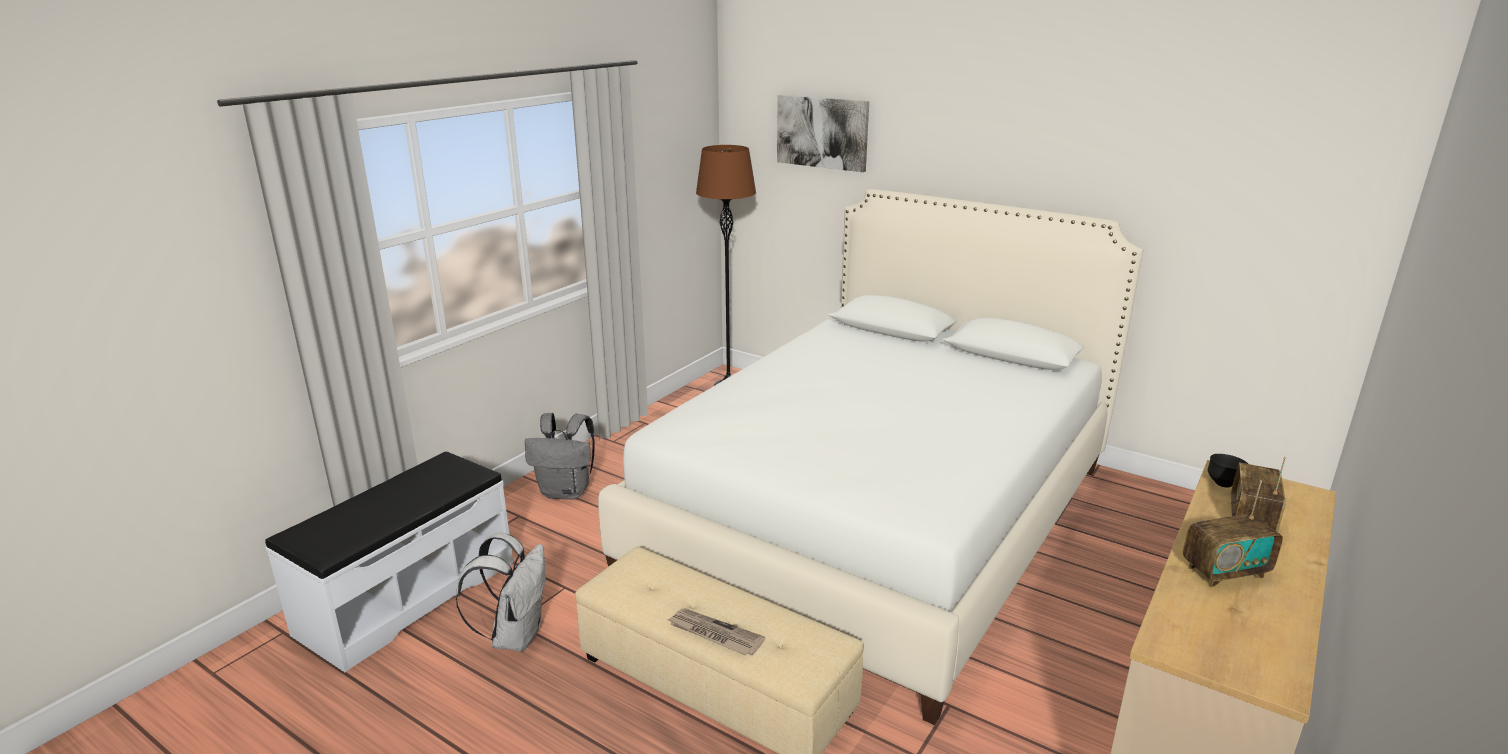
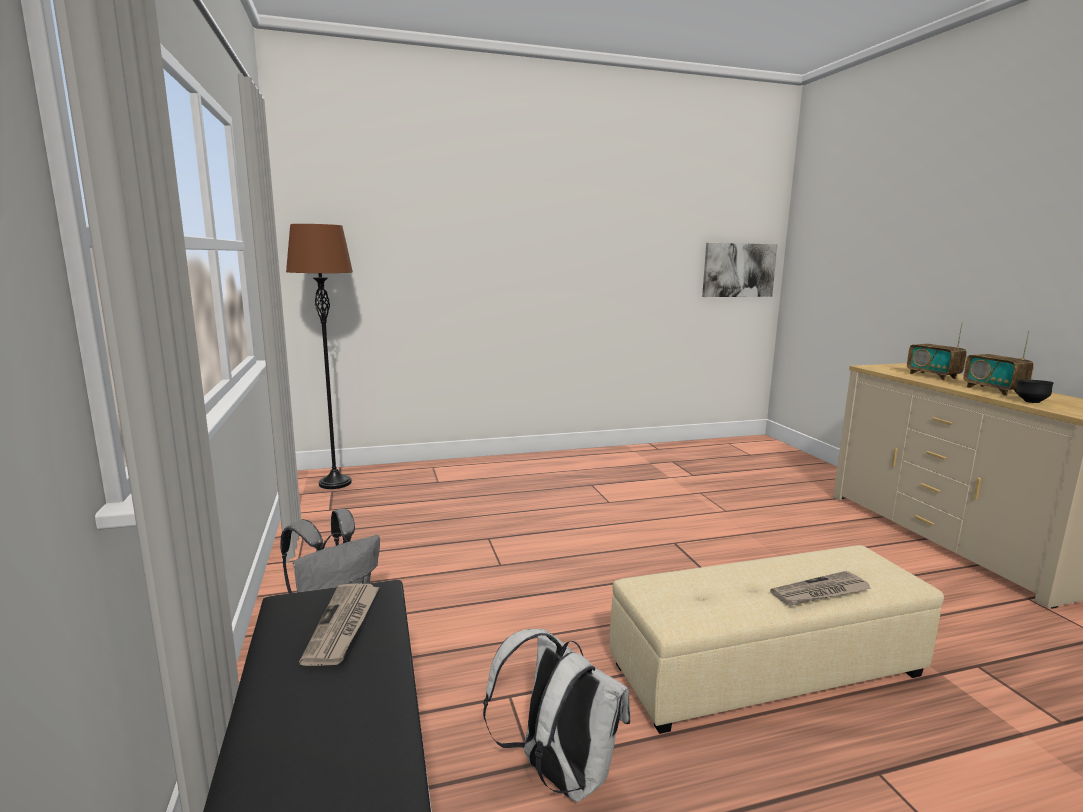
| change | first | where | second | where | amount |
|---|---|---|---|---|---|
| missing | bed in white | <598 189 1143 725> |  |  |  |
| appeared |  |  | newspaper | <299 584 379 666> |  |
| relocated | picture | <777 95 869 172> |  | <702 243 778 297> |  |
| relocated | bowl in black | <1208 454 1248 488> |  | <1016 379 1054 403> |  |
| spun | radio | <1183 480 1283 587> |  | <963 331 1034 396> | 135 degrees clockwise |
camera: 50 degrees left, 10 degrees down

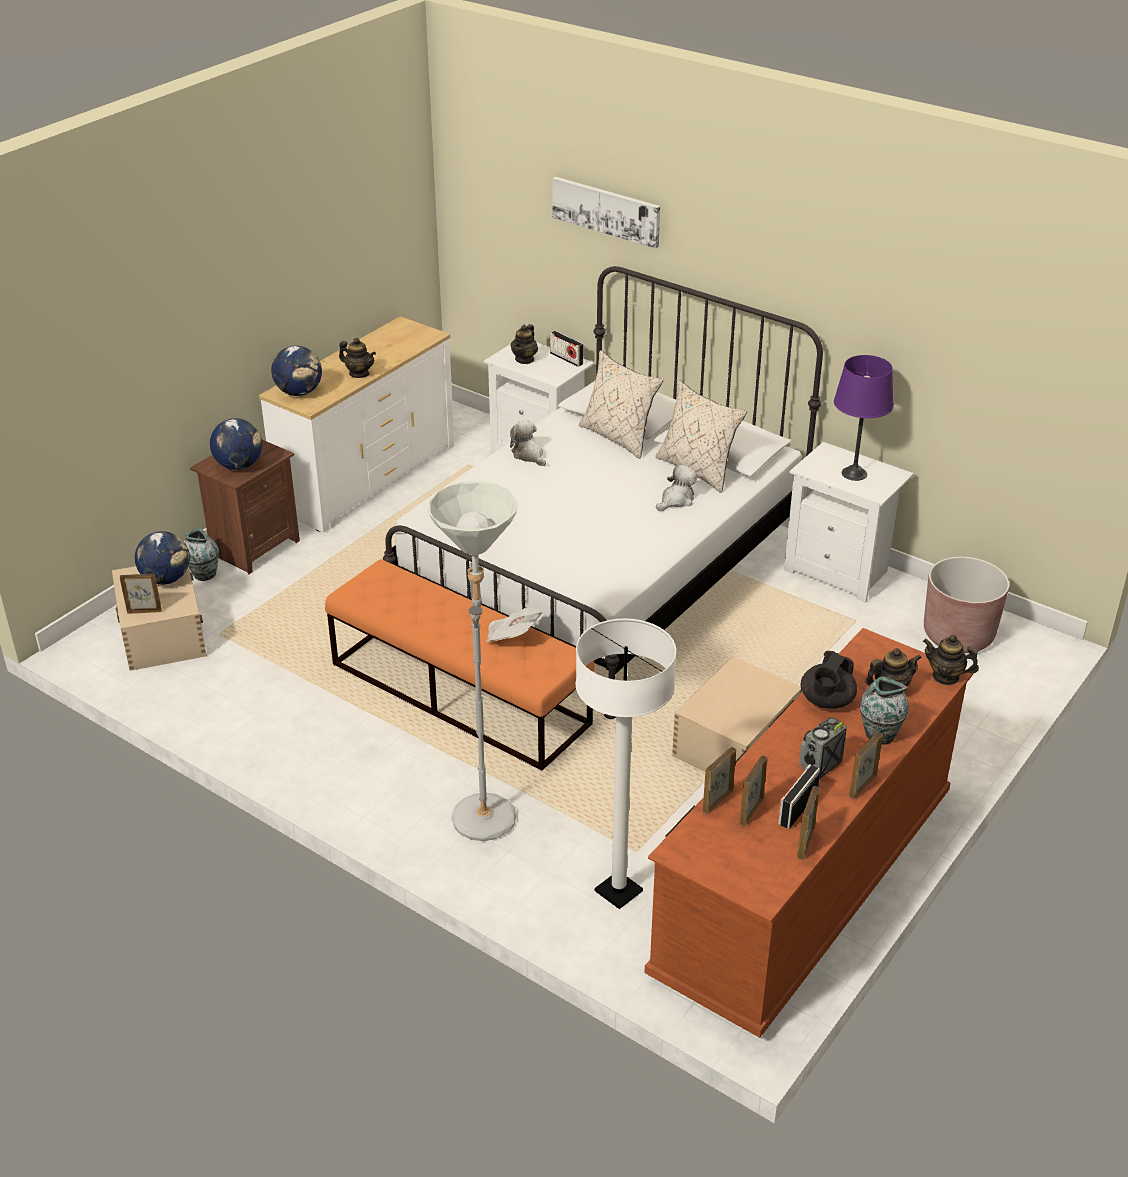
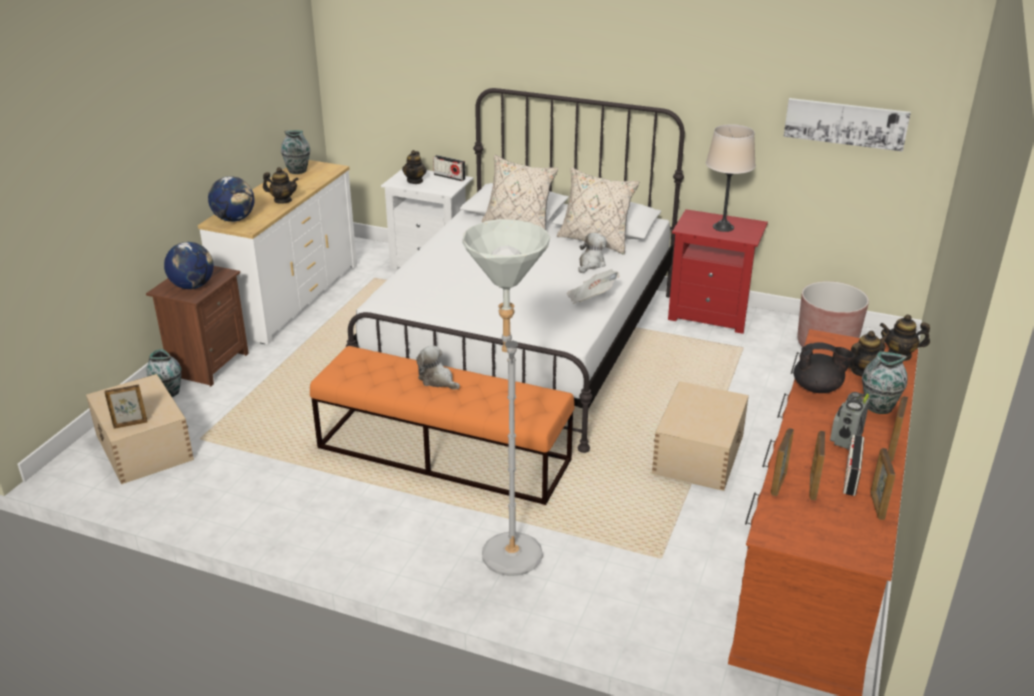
| change | first | where | second | where | amount |
|---|---|---|---|---|---|
| missing | globe | <135 531 190 585> |  |  |  |
| missing | floor lamp in white | <575 618 676 909> |  |  |  |
| appeared |  |  | vase | <281 130 310 174> |  |
| relocated | newspaper | <486 605 543 642> |  | <567 269 619 304> |  |
| relocated | plush toy | <510 421 546 466> |  | <416 345 460 390> |  |
| relocated | picture | <552 177 660 249> |  | <784 98 911 152> |  |
| colour | nightstand in white | <784 442 914 603> | nightstand in red | <668 209 768 334> |  |
| colour | table lamp in purple | <834 355 894 481> | table lamp in beige | <706 124 756 232> |  |
| spun | teapot in black | <801 651 857 709> |  | <794 342 855 393> | 90 degrees counterclockwise |
camera: 15 degrees left, 5 degrees down

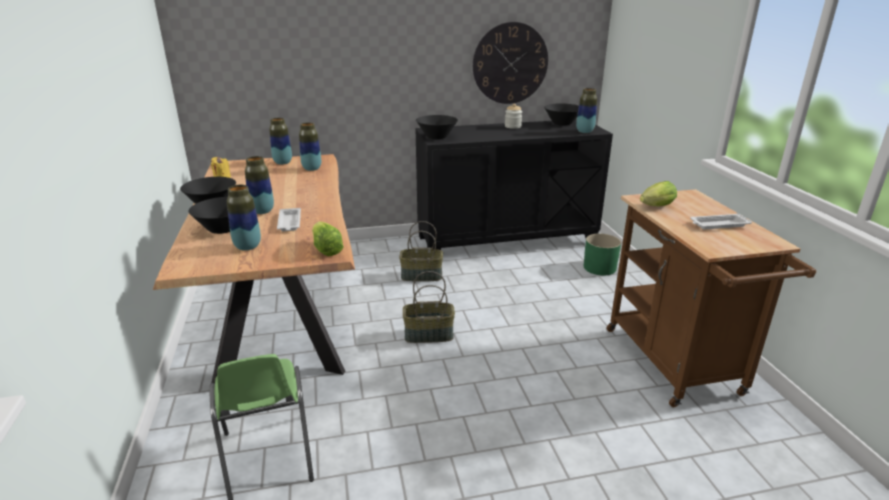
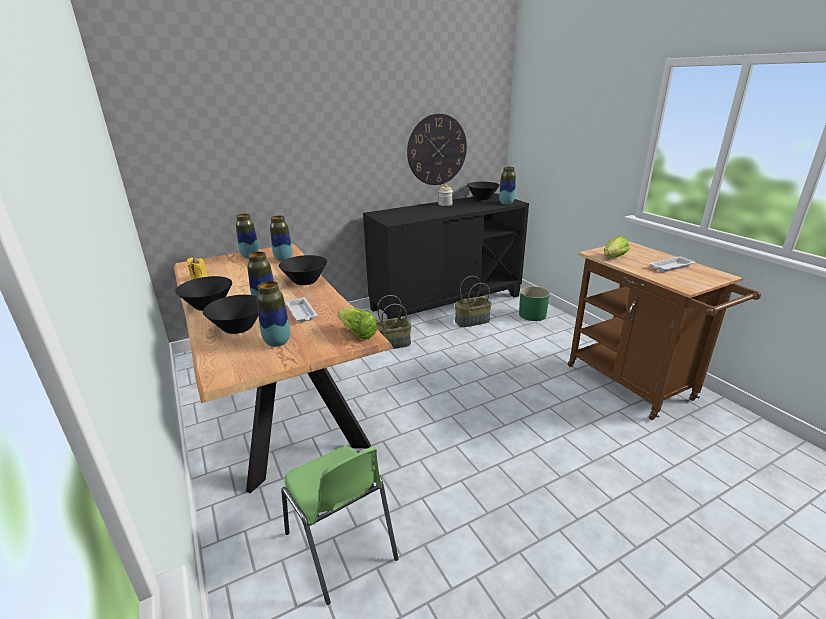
| change | first | where | second | where | amount |
|---|---|---|---|---|---|
| relocated | basket | <403 271 455 343> |  | <455 276 492 327> |  |
| relocated | bowl in black | <416 115 458 139> |  | <279 255 327 285> |  |
camera: 15 degrees left, 0 degrees up

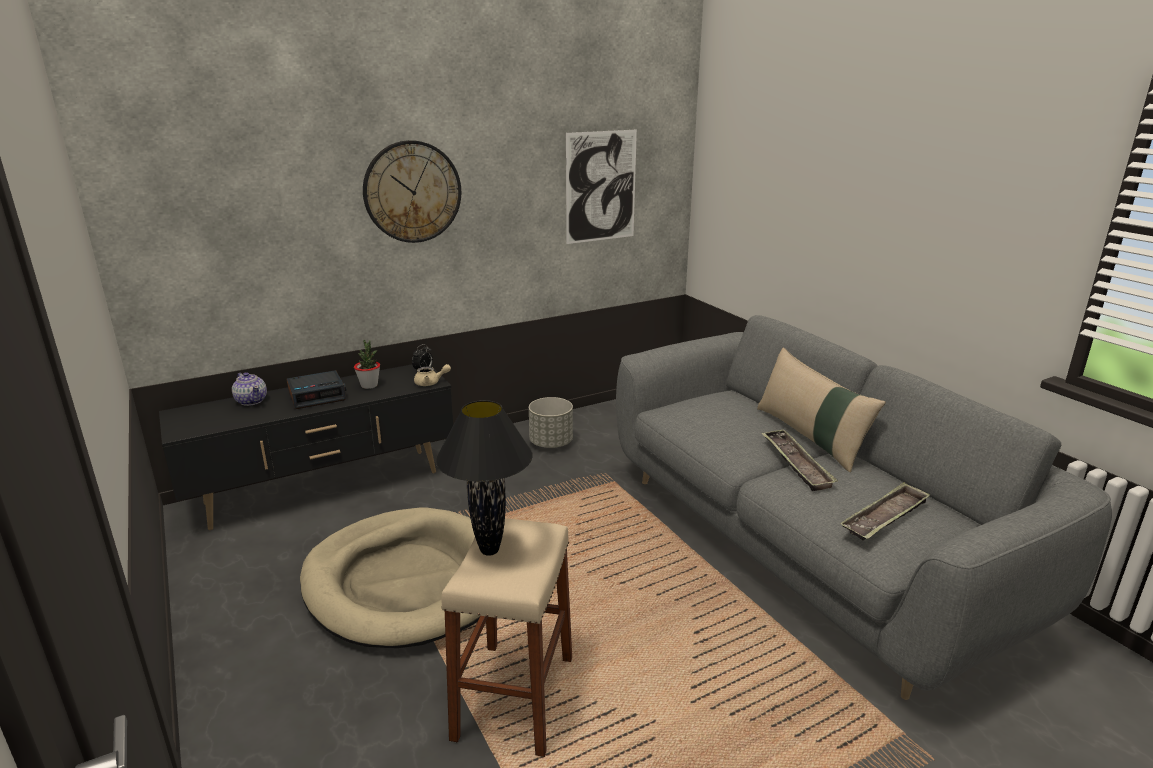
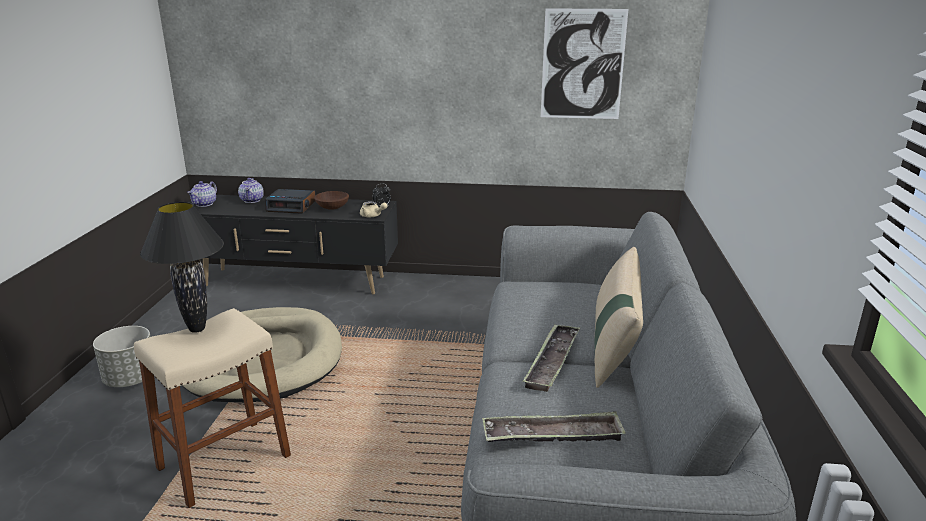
| change | first | where | second | where | amount |
|---|---|---|---|---|---|
| missing | wall clock | <363 140 461 243> |  |  |  |
| appeared |  |  | teapot | <187 181 217 207> |  |
| relocated | planter in grey | <529 397 573 448> |  | <93 326 151 387> |  |
| exchanged | potted plant | <354 340 380 389> | bowl in brown | <314 191 349 210> |  |
camera: 35 degrees right, 0 degrees up

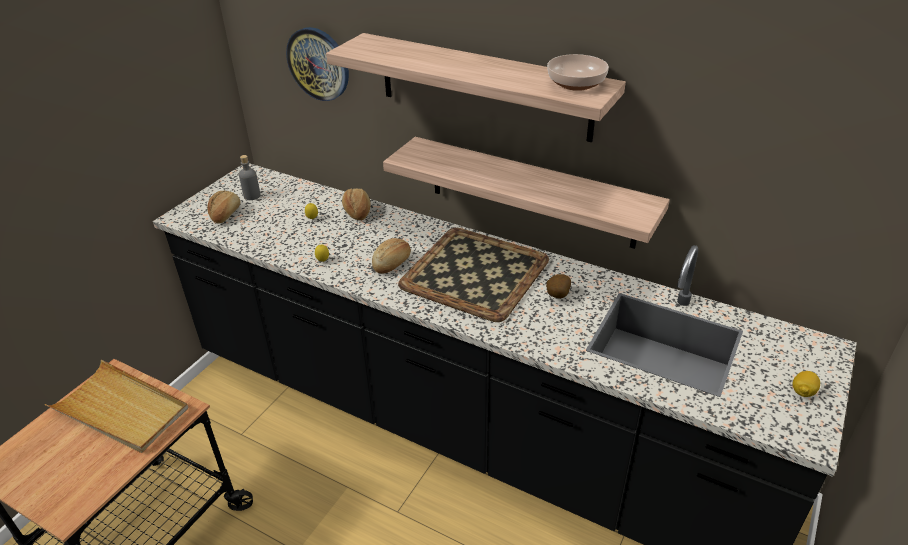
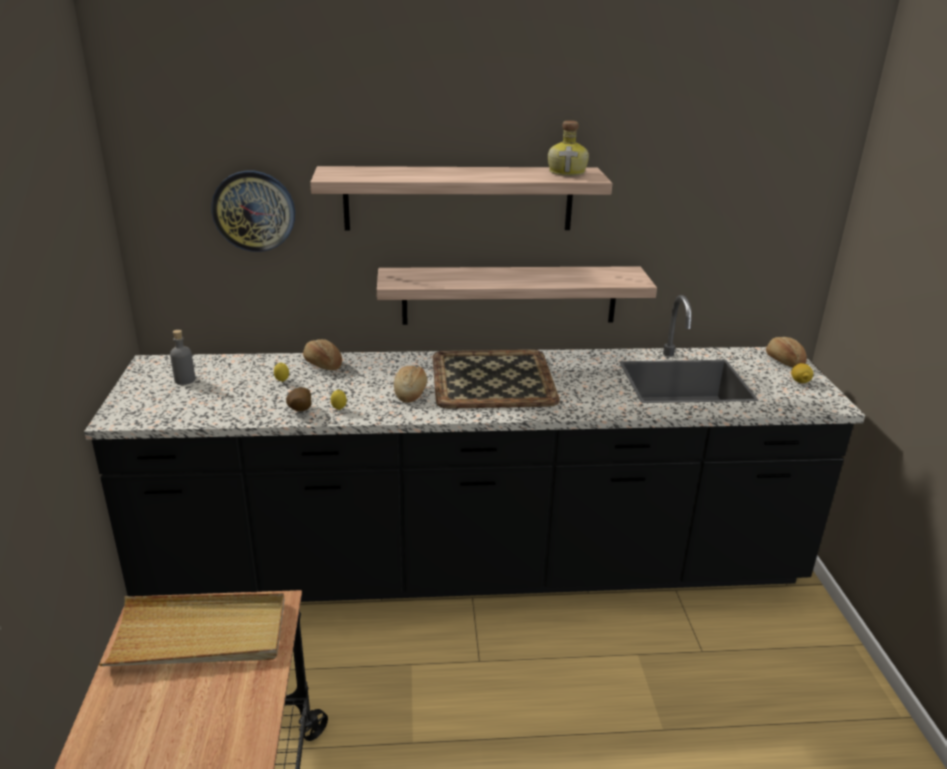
| change | first | where | second | where | amount |
|---|---|---|---|---|---|
| relocated | bread | <207 190 241 224> |  | <766 337 807 368> |  |
| relocated | potato | <546 274 571 298> |  | <286 387 312 412> |  |
| exchanged | bowl | <547 54 609 91> | bottle | <548 121 589 176> |  |
camera: 35 degrees left, 10 degrees down

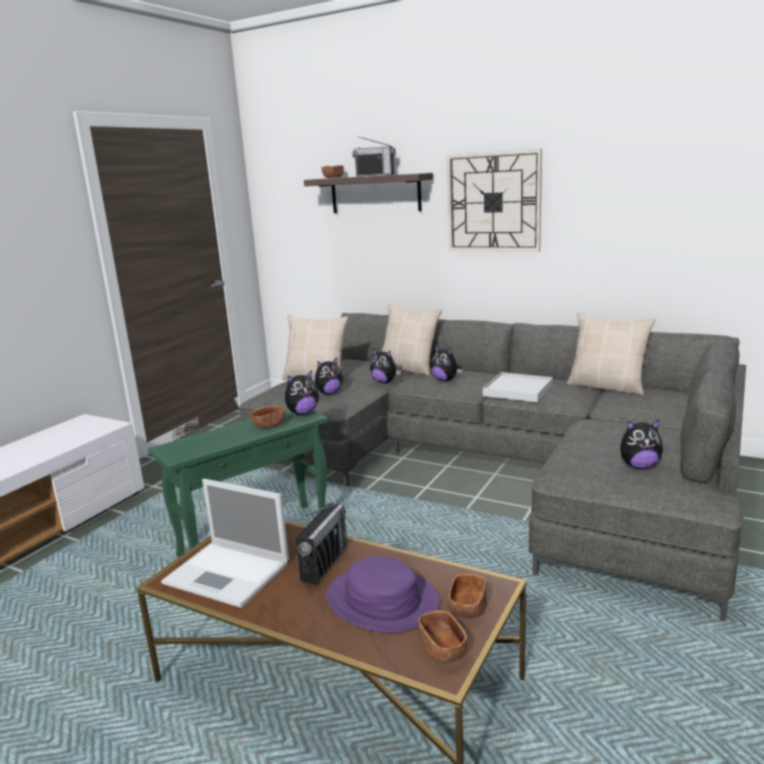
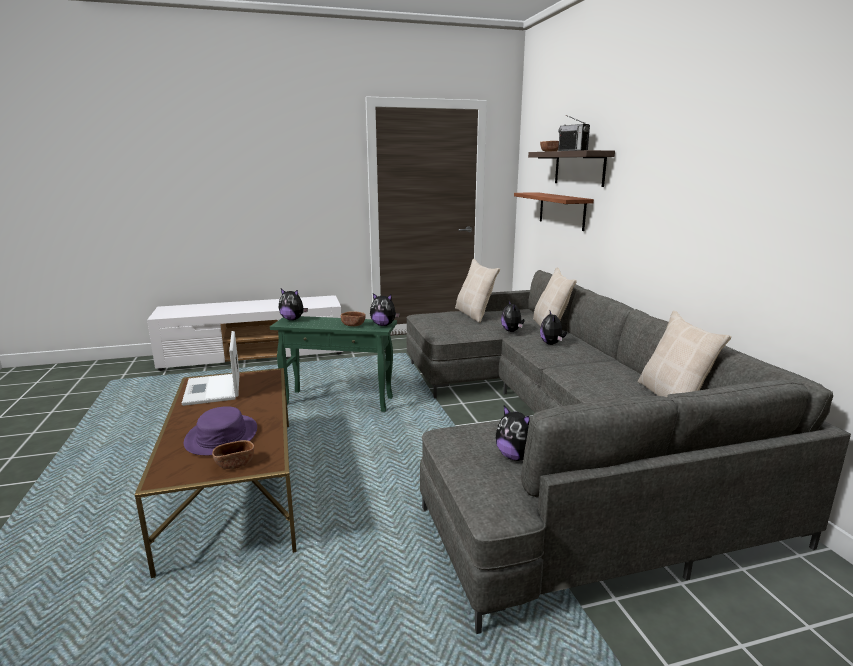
| change | first | where | second | where | amount |
|---|---|---|---|---|---|
| missing | radio | <296 503 347 585> |  |  |  |
| missing | bowl in brown | <418 611 467 662> |  |  |  |
| missing | wall clock | <447 149 542 252> |  |  |  |
| missing | tray in white | <483 372 553 402> |  |  |  |
| appeared |  |  | shelf | <514 192 594 231> |  |
| relocated | plush toy | <315 358 343 394> |  | <279 289 308 320> |  |
camera: 45 degrees right, 0 degrees up

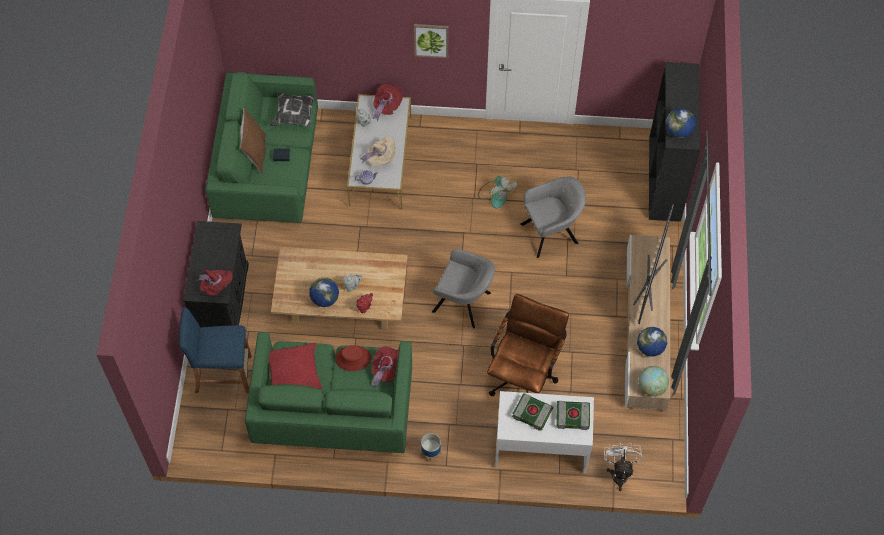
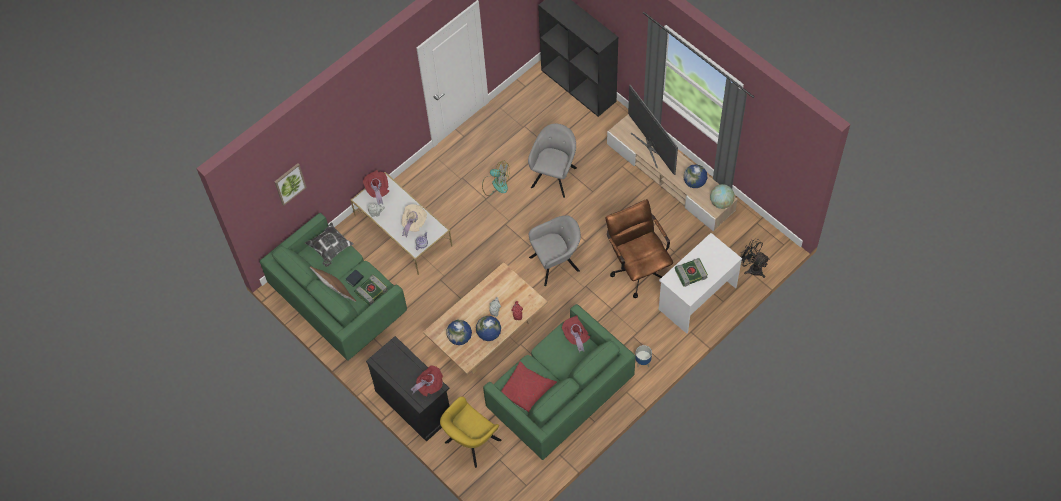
| change | first | where | second | where | amount |
|---|---|---|---|---|---|
| missing | hat in red | <335 345 371 371> |  |  |  |
| relocated | picture | <414 24 448 58> |  | <274 163 307 206> |  |
| relocated | book | <556 401 590 430> |  | <354 274 388 305> |  |
| relocated | globe | <665 108 696 138> |  | <447 320 472 345> |  |
| exchanged | stool in blue | <179 307 251 393> | armchair in yellow | <440 396 501 468> |  |
| colour | fan in white | <604 442 642 491> | fan in black | <740 238 770 278> |  |
camera: 45 degrees left, 0 degrees up

